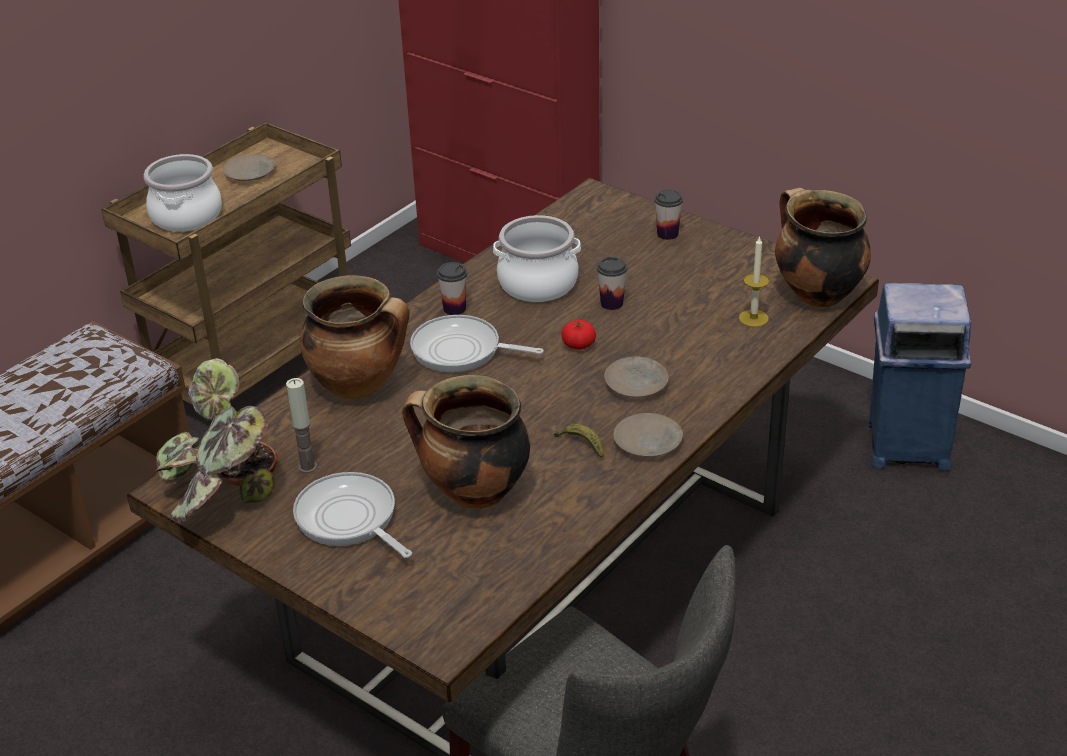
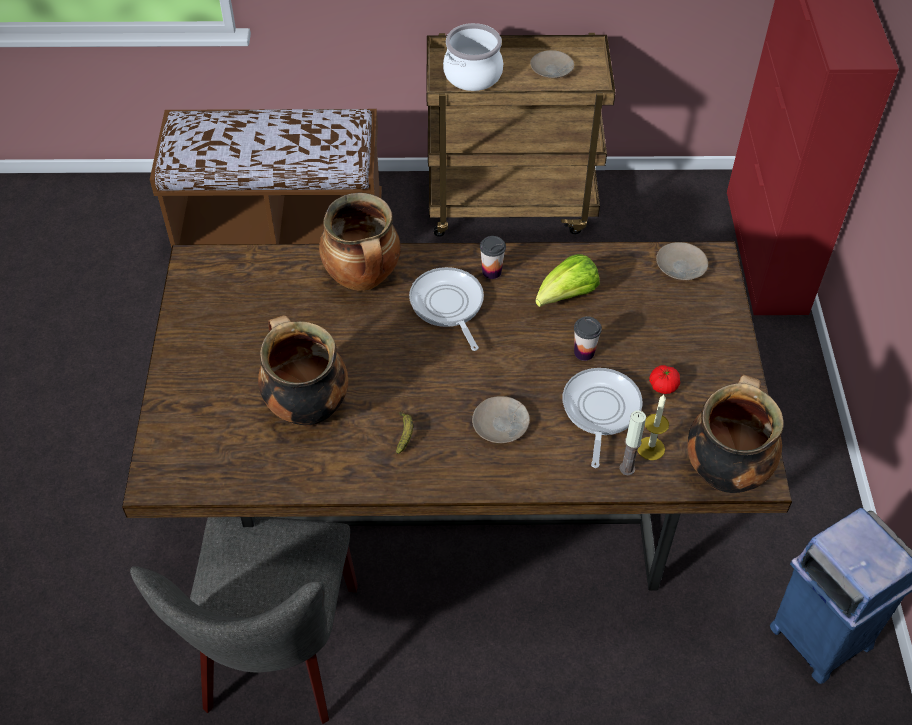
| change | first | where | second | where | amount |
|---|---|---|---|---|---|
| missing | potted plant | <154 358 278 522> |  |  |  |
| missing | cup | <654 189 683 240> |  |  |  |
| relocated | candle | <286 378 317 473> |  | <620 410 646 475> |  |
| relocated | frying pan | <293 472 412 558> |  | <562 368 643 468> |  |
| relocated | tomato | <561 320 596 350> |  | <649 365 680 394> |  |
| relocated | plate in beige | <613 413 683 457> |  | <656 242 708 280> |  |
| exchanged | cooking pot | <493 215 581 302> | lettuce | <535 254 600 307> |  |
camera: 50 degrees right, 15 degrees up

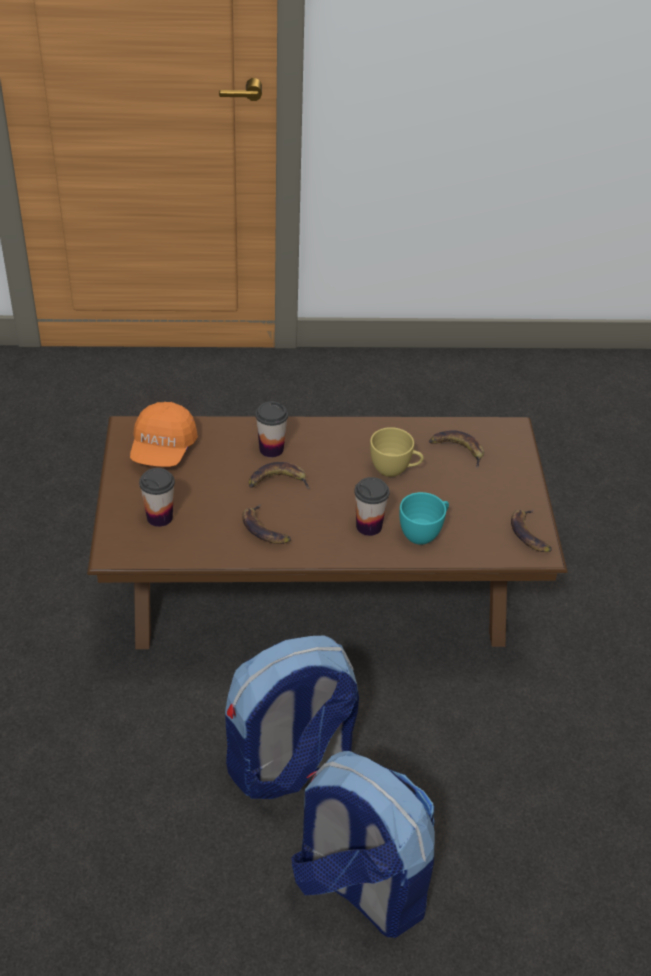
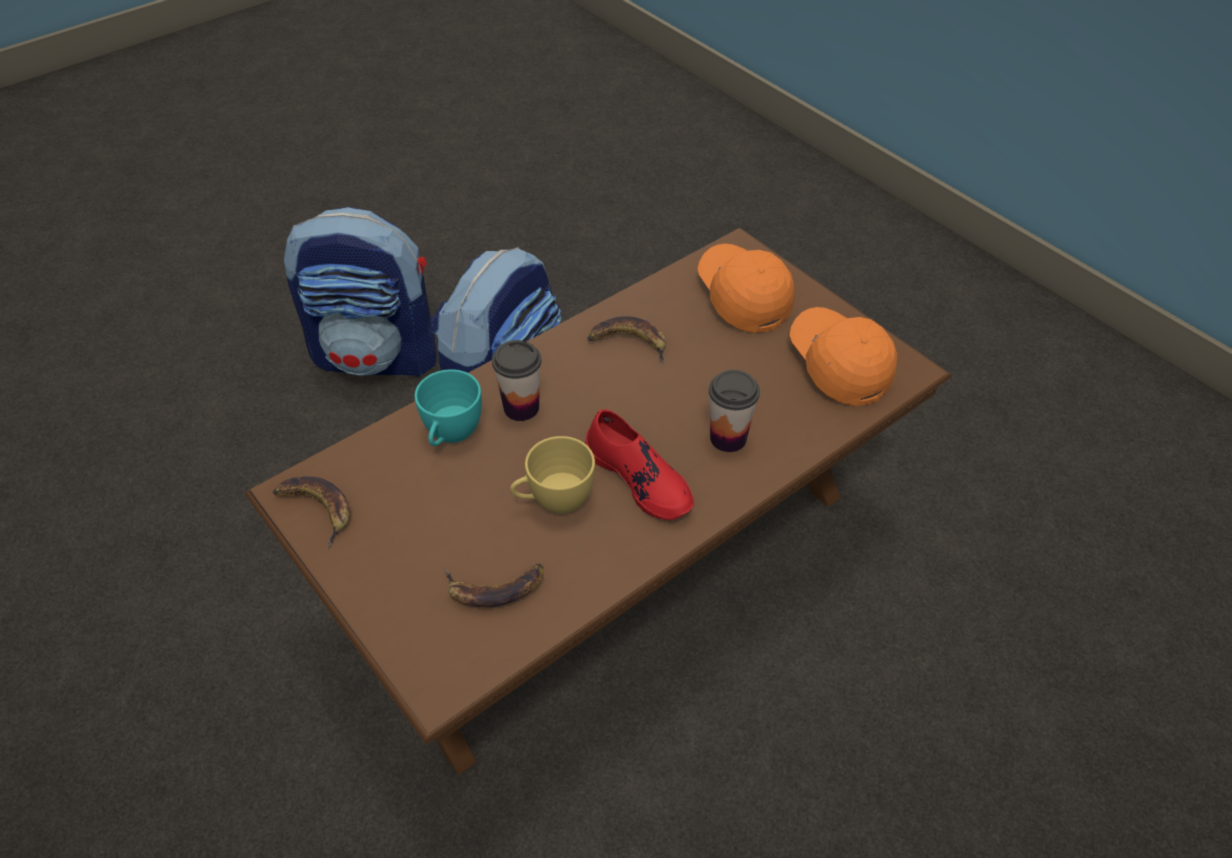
| change | first | where | second | where | amount |
|---|---|---|---|---|---|
| missing | banana | <249 462 310 489> |  |  |  |
| appeared |  |  | shoe in red | <585 409 694 520> |  |
| exchanged | cup | <139 468 175 527> | cap in orange | <697 244 795 333> |  |
camera: 145 degrees right, 5 degrees up

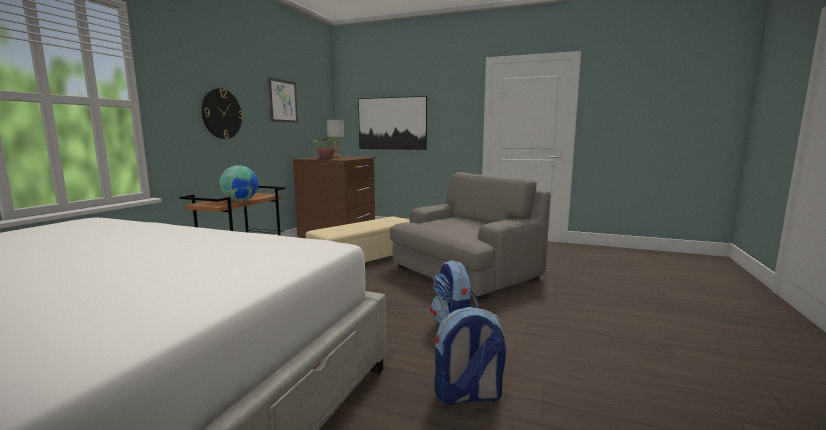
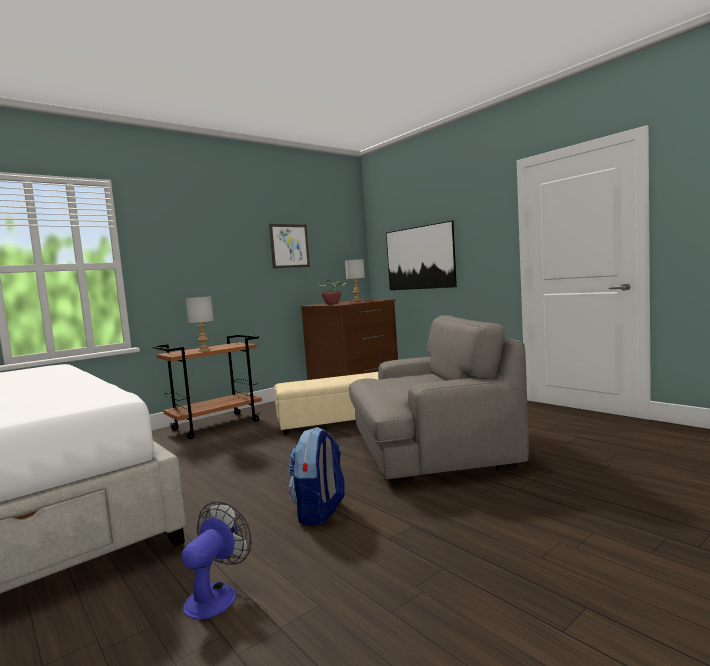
| change | first | where | second | where | amount |
|---|---|---|---|---|---|
| missing | wall clock | <201 88 243 139> |  |  |  |
| exchanged | globe | <220 165 258 201> | table lamp in grey | <185 296 214 352> |  |
| exchanged | backpack | <434 307 506 405> | fan | <182 501 252 620> |  |
camera: 30 degrees right, 5 degrees down

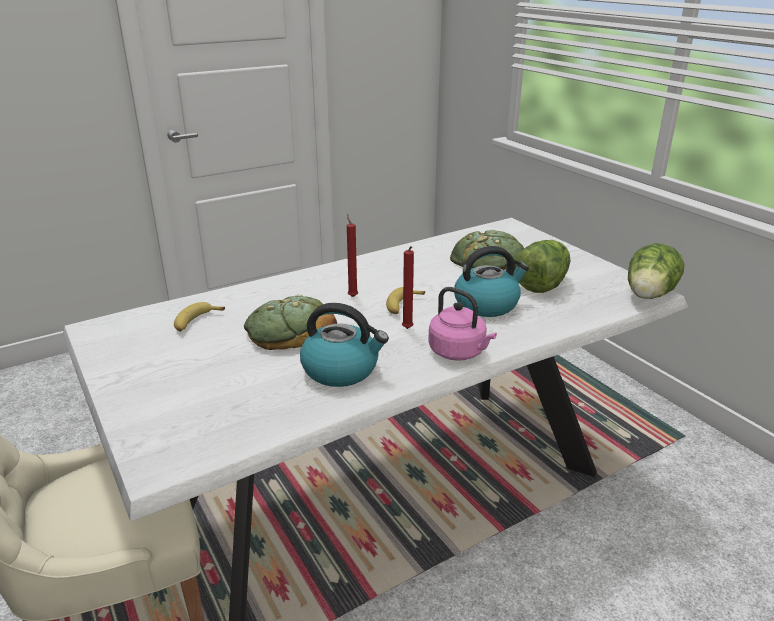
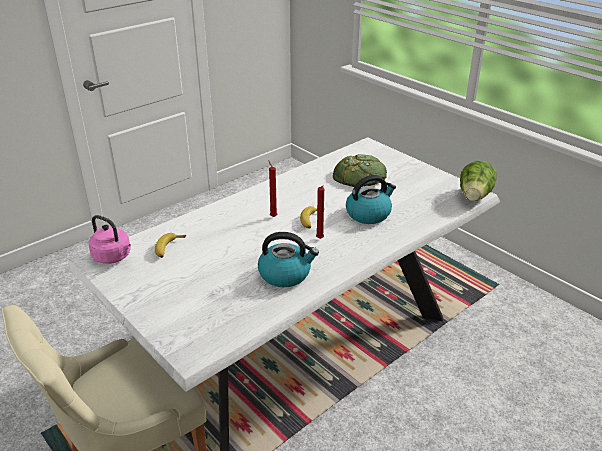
| change | first | where | second | where | amount |
|---|---|---|---|---|---|
| missing | bread | <244 295 337 350> |  |  |  |
| missing | lettuce | <515 240 570 293> |  |  |  |
| relocated | kettle in pink | <428 287 497 361> |  | <89 215 131 264> |  |
camera: 10 degrees left, 5 degrees up

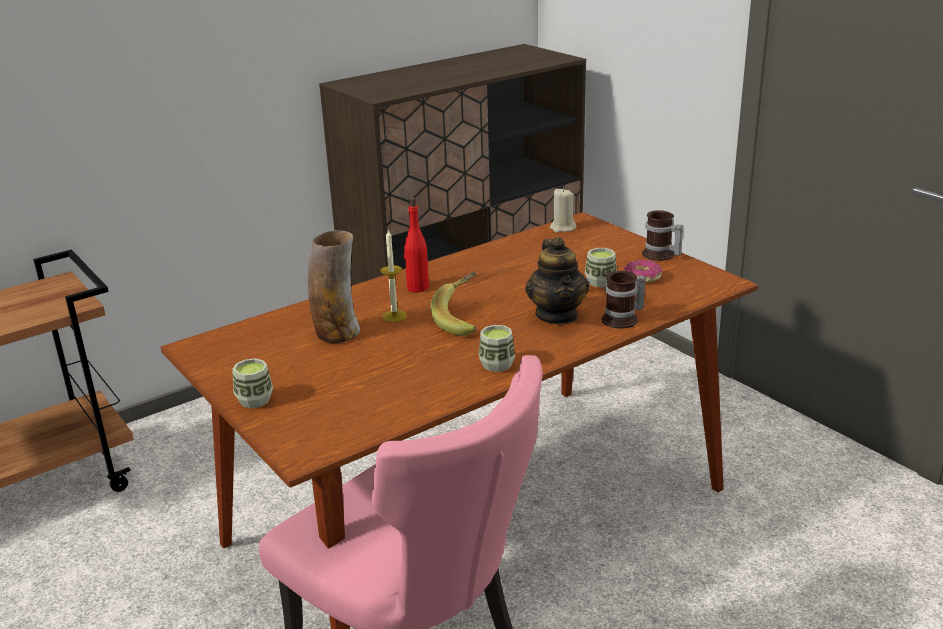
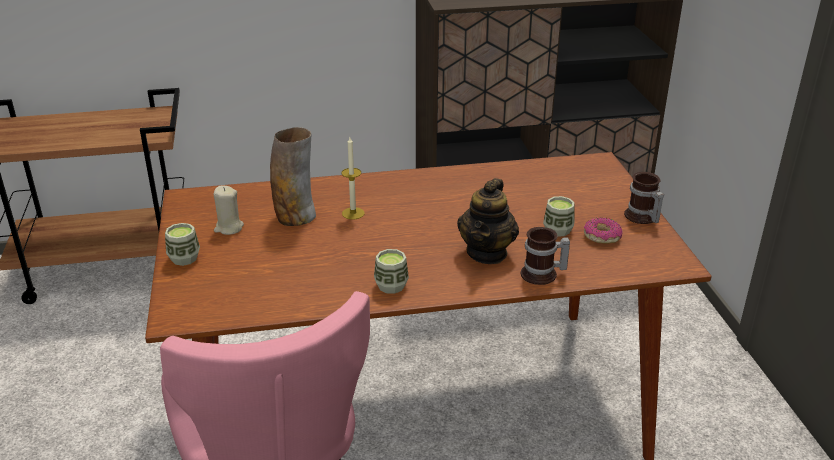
| change | first | where | second | where | amount |
|---|---|---|---|---|---|
| missing | bottle in red | <404 197 429 293> |  |  |  |
| missing | banana | <431 272 477 336> |  |  |  |
| relocated | candle in beige | <550 188 576 233> |  | <214 185 244 235> |  |
camera: 25 degrees right, 5 degrees up

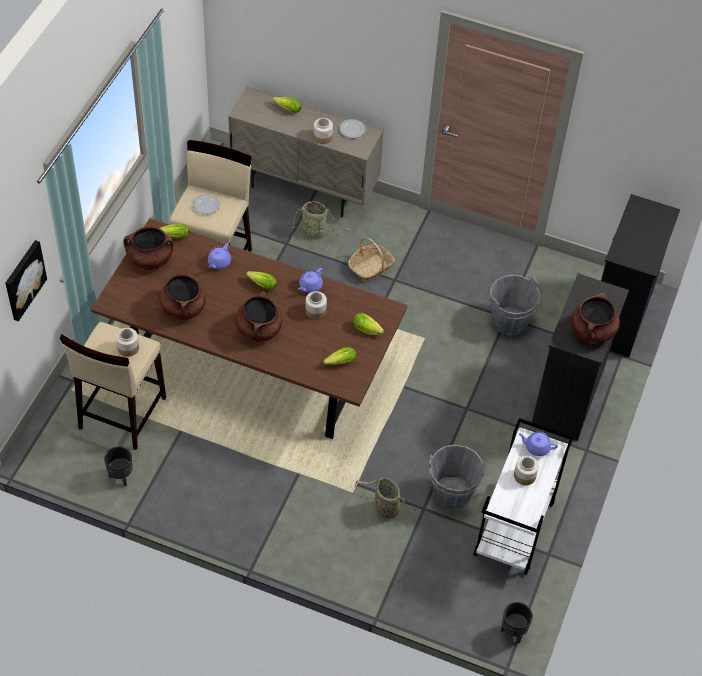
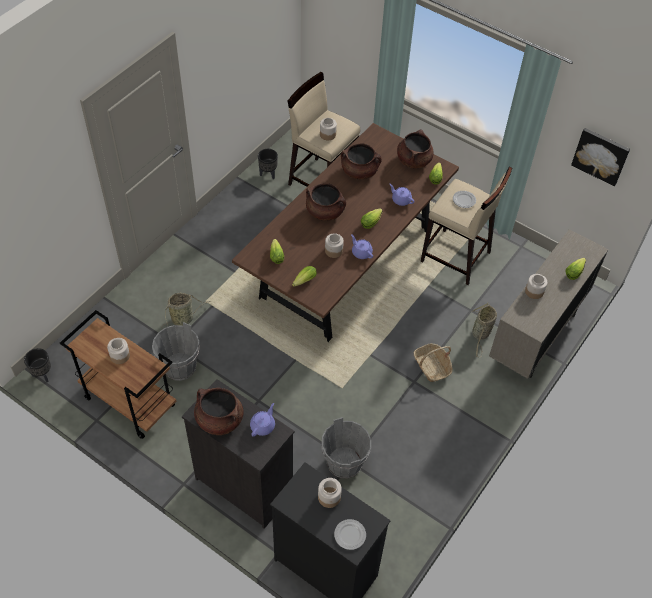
| change | first | where | second | where | amount |
|---|---|---|---|---|---|
| appeared |  |  | jar | <318 478 342 508> |  |
| relocated | picture | <5 240 47 321> |  | <571 128 630 186> |  |
| relocated | plate | <339 119 365 138> |  | <334 519 366 550> |  |
| relocated | teapot in purple | <519 432 558 456> |  | <250 403 275 437> |  |
| colour | cart in white | <474 418 573 575> | cart in brown | <60 310 176 439> |  |
camera: 105 degrees right, 0 degrees up

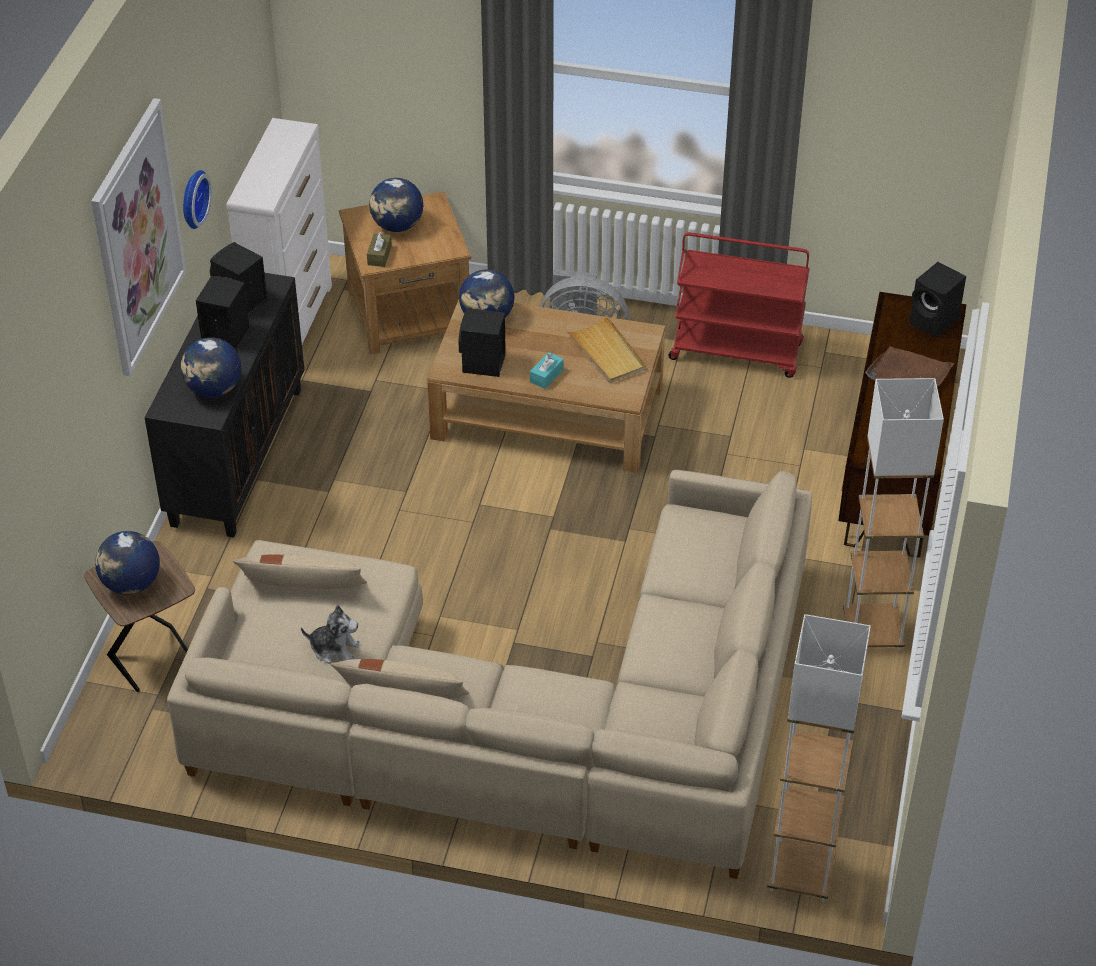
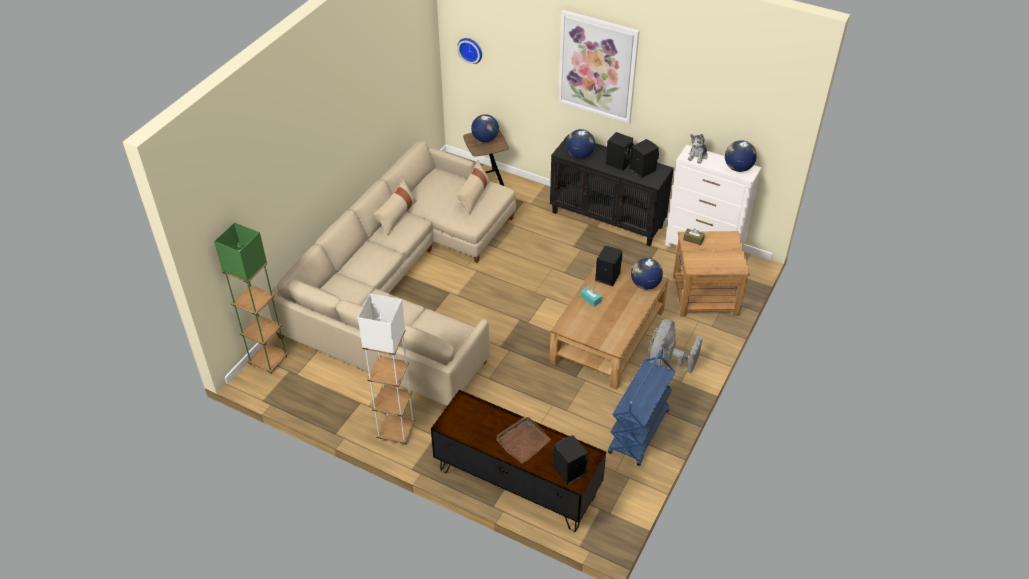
| change | first | where | second | where | amount |
|---|---|---|---|---|---|
| missing | tray in beige | <566 315 646 383> |  |  |  |
| relocated | wall clock | <183 170 212 229> |  | <457 38 482 64> |  |
| relocated | plush toy | <301 605 360 664> |  | <688 134 708 164> |  |
| relocated | globe | <369 178 423 232> |  | <725 140 757 172> |  |
| colour | cart in red | <668 232 810 378> | cart in blue | <608 348 675 466> |  |
| colour | floor lamp in white | <767 614 871 901> | floor lamp in green | <214 222 289 374> |  |
camera: 105 degrees right, 0 degrees up

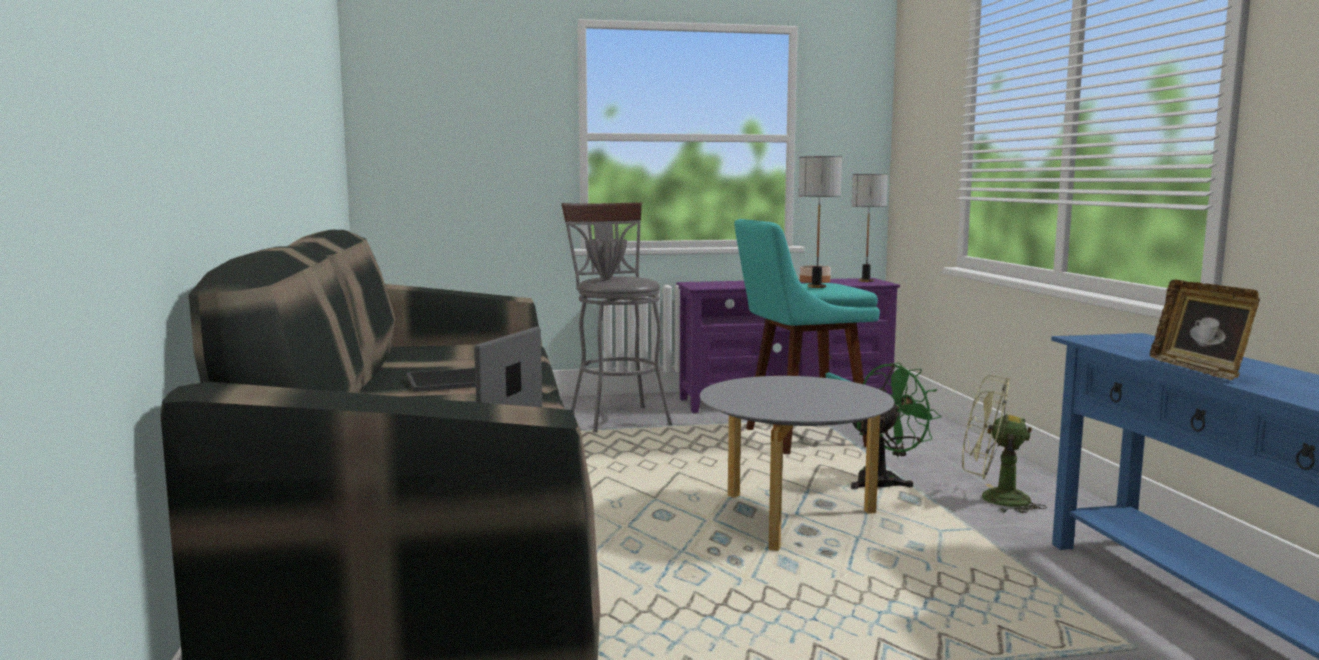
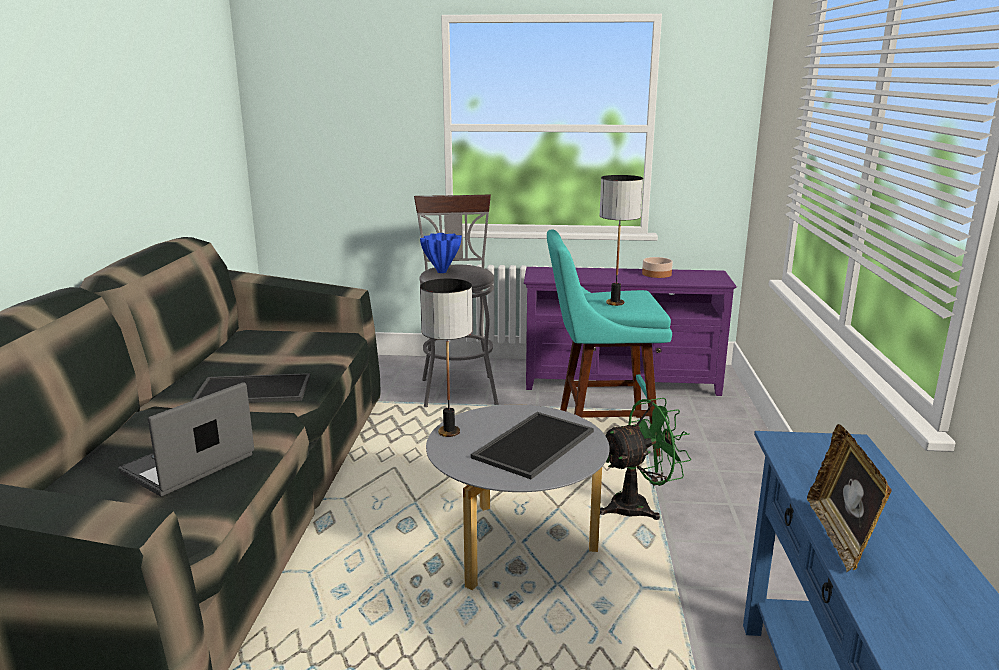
| change | first | where | second | where | amount |
|---|---|---|---|---|---|
| missing | fan in green | <962 375 1047 513> |  |  |  |
| appeared |  |  | tray | <471 412 594 479> |  |
| relocated | table lamp | <852 174 888 282> |  | <420 279 472 437> |  |
| colour | vase in grey | <585 239 627 280> | vase in blue | <420 233 462 273> |  |
camera: 15 degrees right, 10 degrees up

